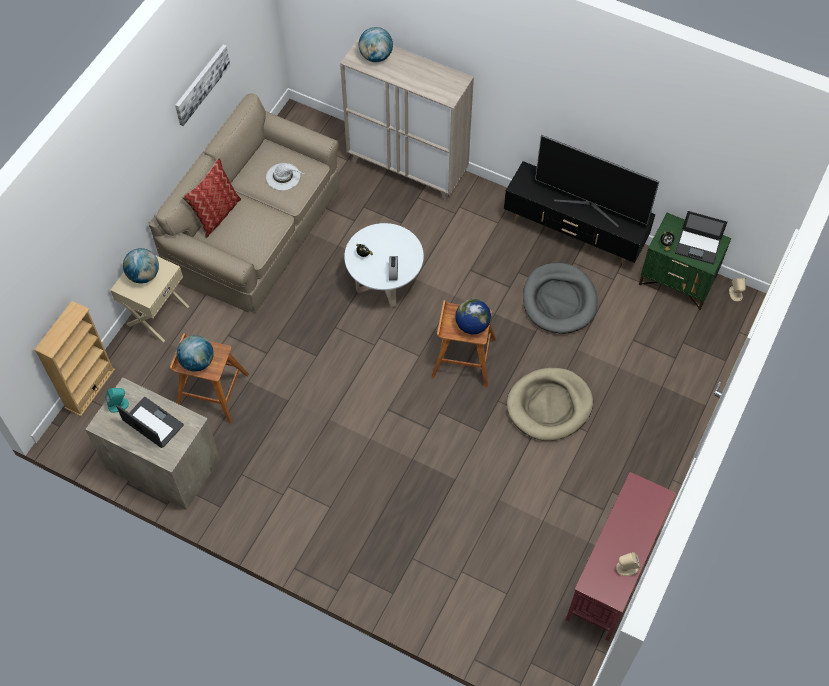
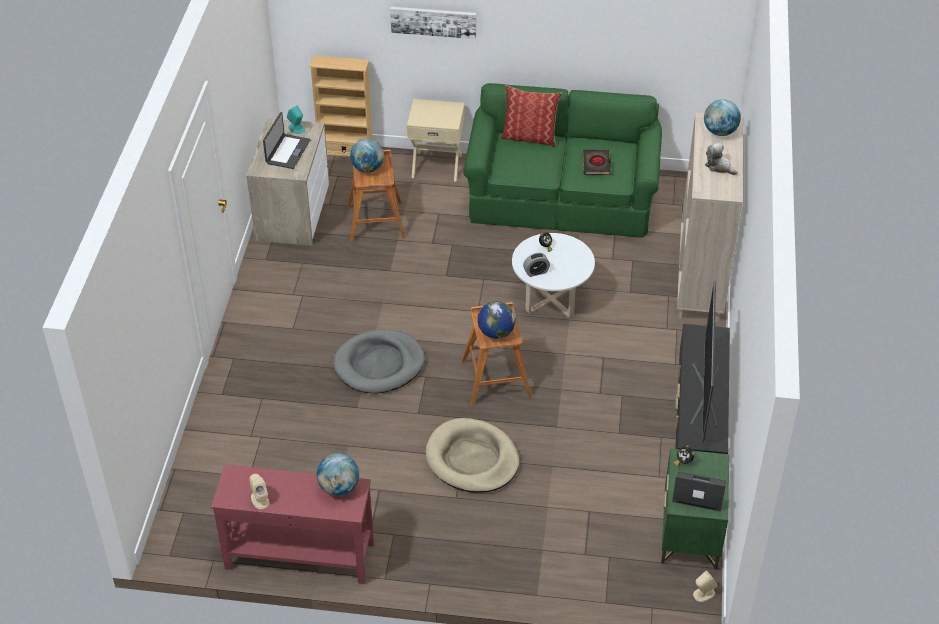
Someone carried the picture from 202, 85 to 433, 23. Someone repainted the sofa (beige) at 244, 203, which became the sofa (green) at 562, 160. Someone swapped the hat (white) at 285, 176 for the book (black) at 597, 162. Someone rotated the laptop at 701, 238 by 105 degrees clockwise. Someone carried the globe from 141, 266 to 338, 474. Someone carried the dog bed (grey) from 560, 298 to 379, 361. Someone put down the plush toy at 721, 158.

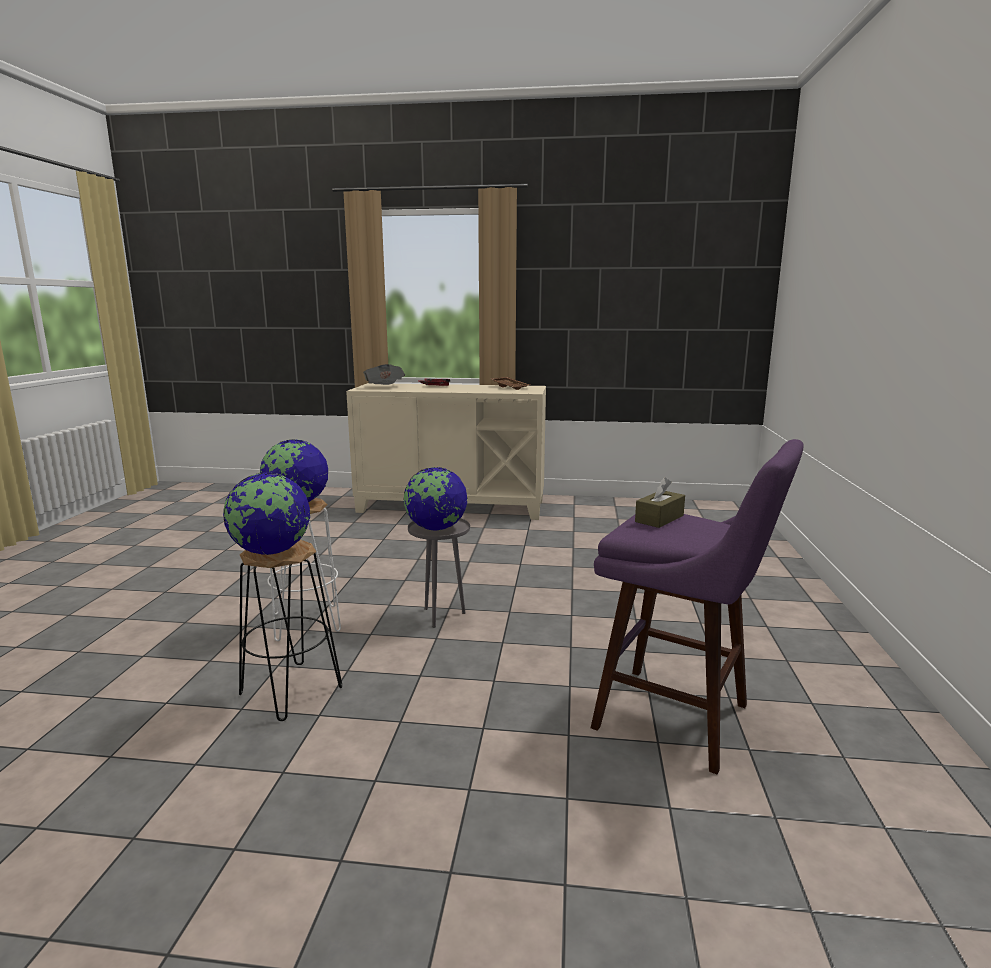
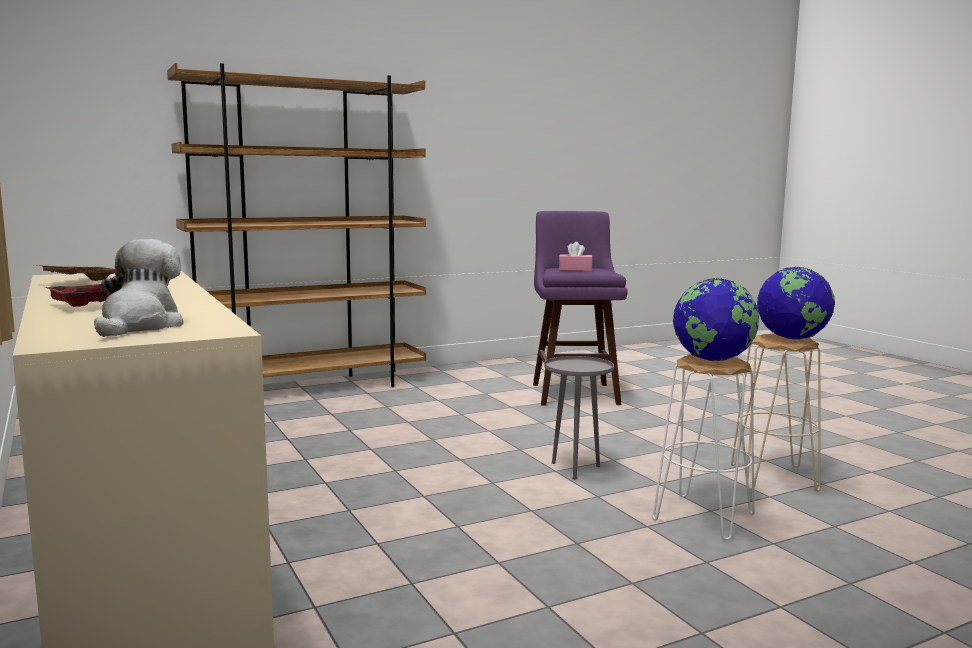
Someone swapped the newspaper at 384, 374 for the plush toy at 139, 288. Someone took away the globe at 435, 499. Someone repainted the tissue box (brown) at 660, 502, which became the tissue box (pink) at 575, 256. Someone repainted the stool (black) at 290, 630, which became the stool (beige) at 776, 413. Someone put down the bookcase (brown) at 296, 225.

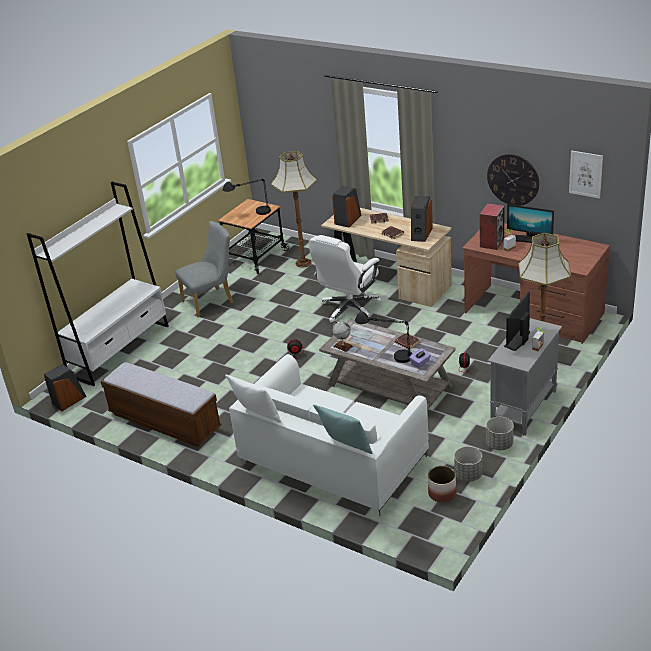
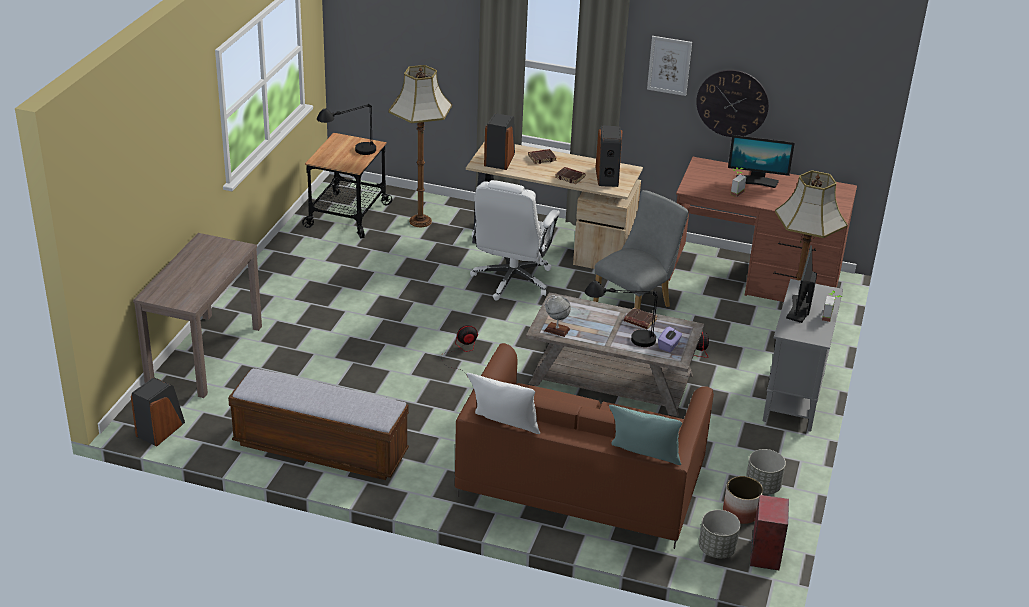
Someone carried the picture from 586, 175 to 669, 66. Someone swapped the bookcase (white) at 98, 284 for the console table (brown) at 197, 315. Someone carried the speaker from 492, 226 to 769, 532. Someone carried the chair (grey) from 204, 269 to 641, 249. Someone repainted the sofa (white) at 329, 435, which became the sofa (brown) at 584, 446. Someone carried the planter (grey) from 500, 433 to 720, 534.

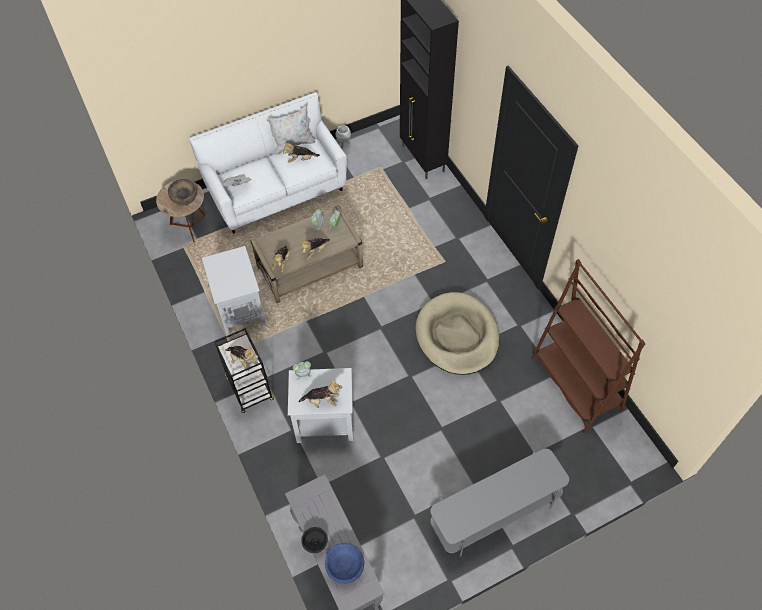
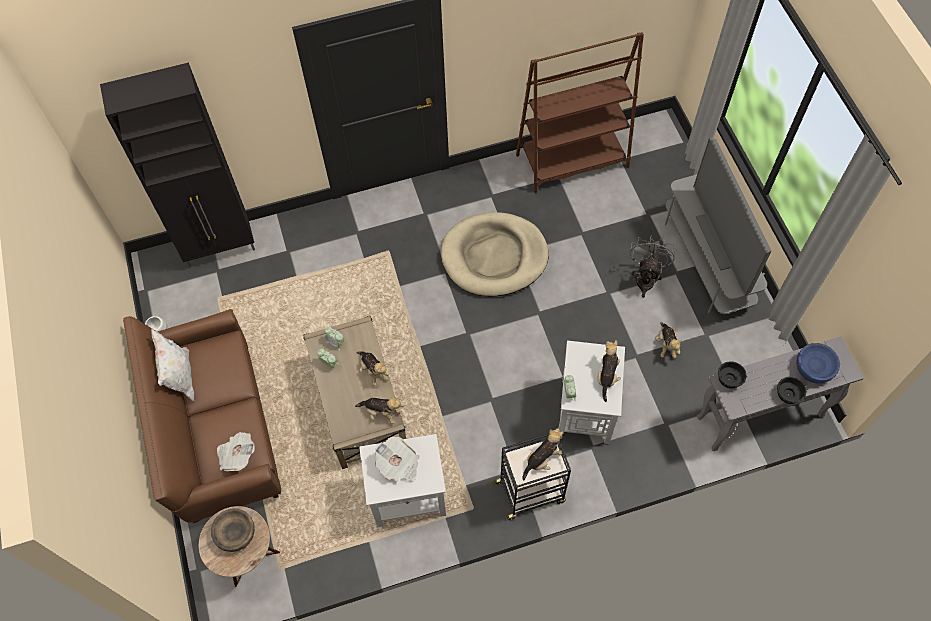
Someone repainted the sofa (white) at 268, 163, which became the sofa (brown) at 202, 416. Someone carried the plush toy from 301, 153 to 668, 340. Someone put down the television at 732, 217. Someone put down the fan (grey) at 652, 266. Someone put down the bowl (black) at 732, 375. Someone put down the newspaper at 397, 459.

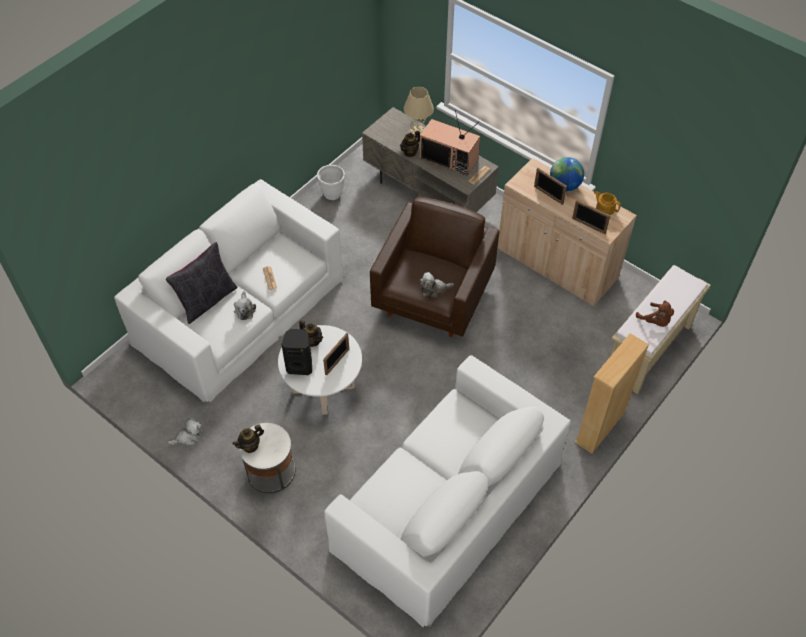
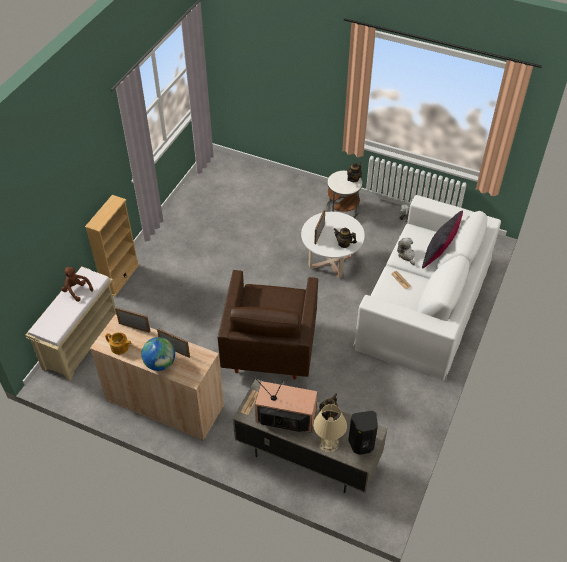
Someone took away the planter (white) at 331, 182. Someone took away the plush toy at 437, 285. Someone carried the speaker (black) from 296, 352 to 363, 433. Someone took away the sofa (white) at 447, 491.

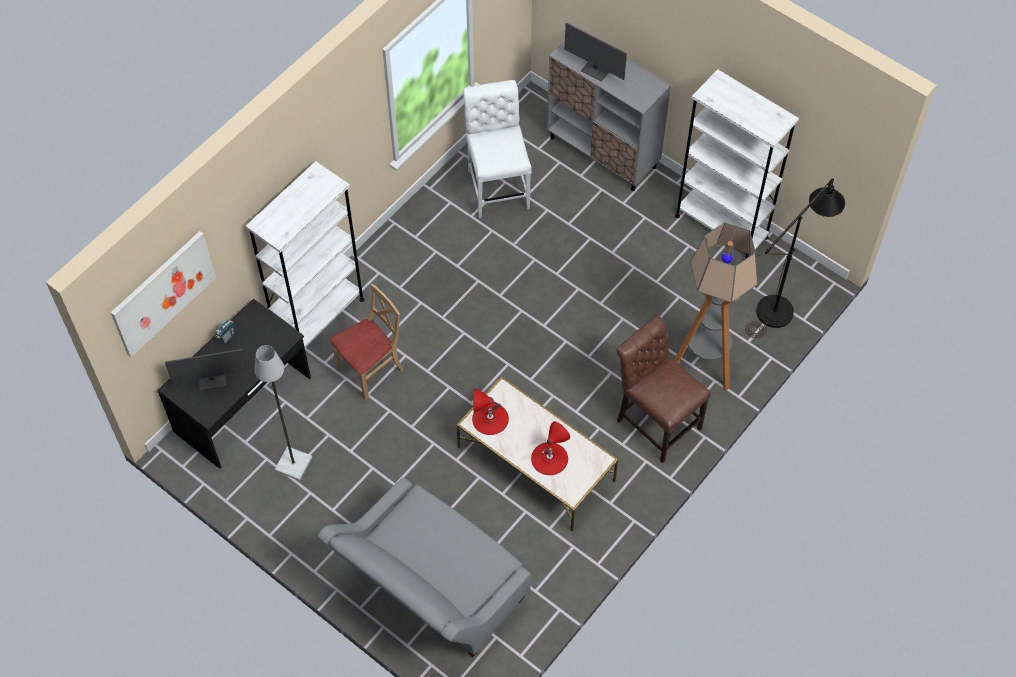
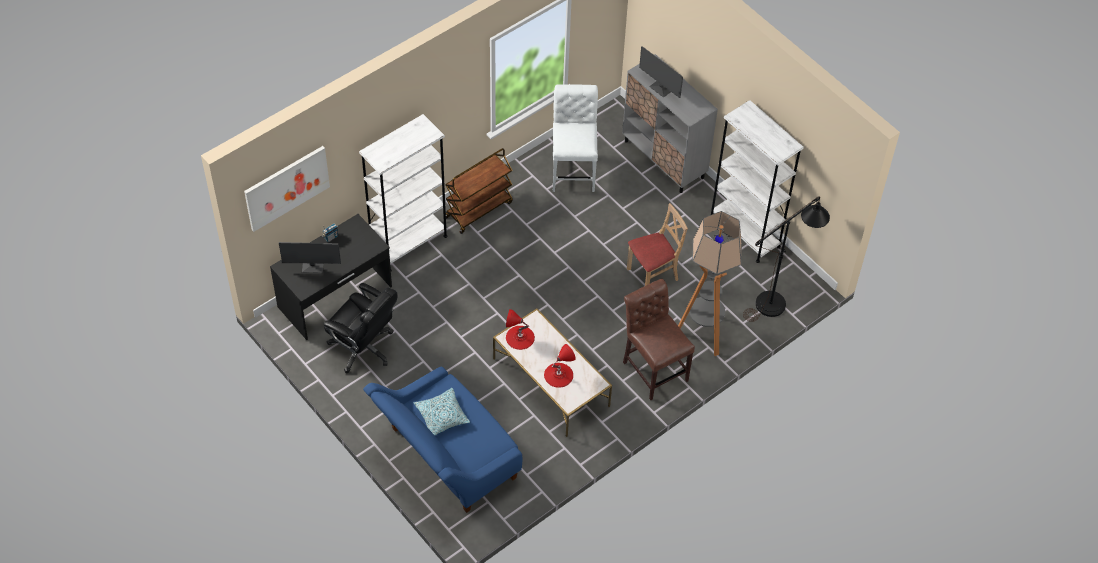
Someone carried the chair (beige) from 366, 342 to 657, 244. Someone swapped the floor lamp (grey) at 283, 413 for the office chair (black) at 360, 328. Someone repainted the sofa (grey) at 424, 567, which became the sofa (blue) at 442, 440. Someone put down the cart (brown) at 479, 191. Someone put down the pillow at 442, 412.

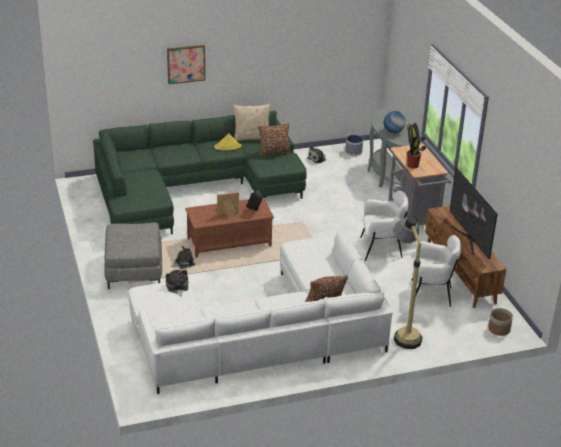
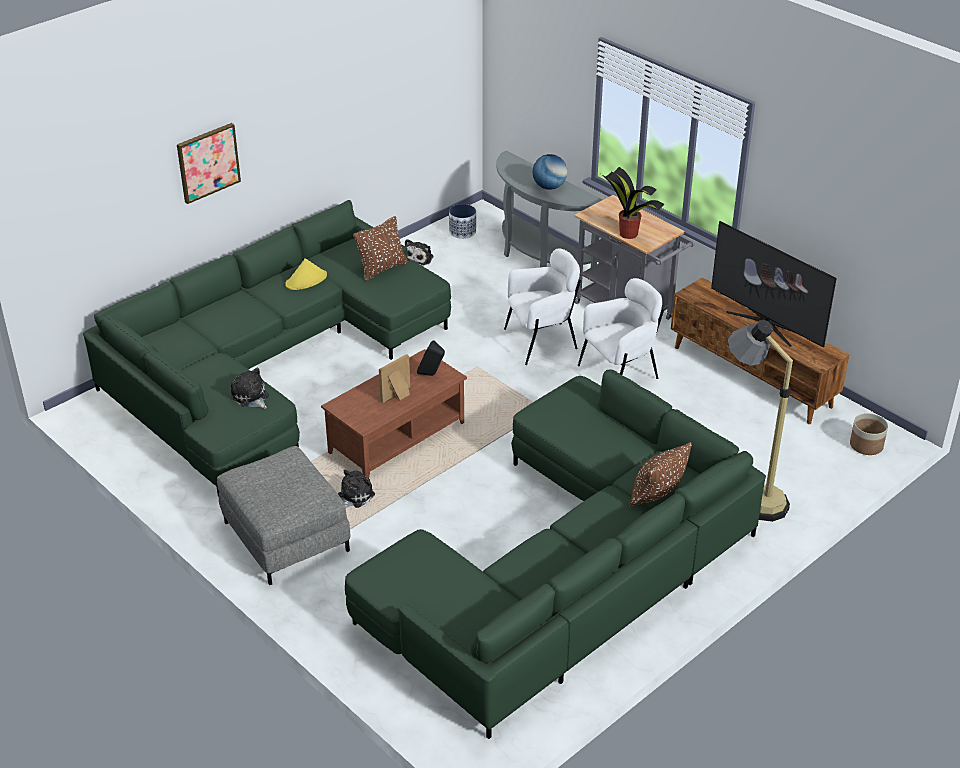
Someone took away the pillow (beige) at 251, 122. Someone repainted the sofa (white) at 261, 312, which became the sofa (green) at 555, 554. Someone carried the armchair (white) from 436, 271 to 542, 306. Someone carried the plush toy from 177, 283 to 250, 388.

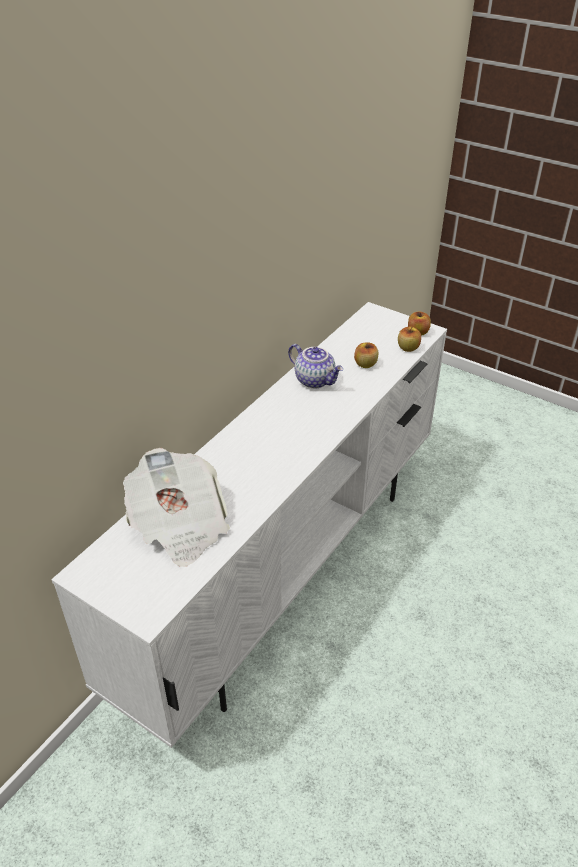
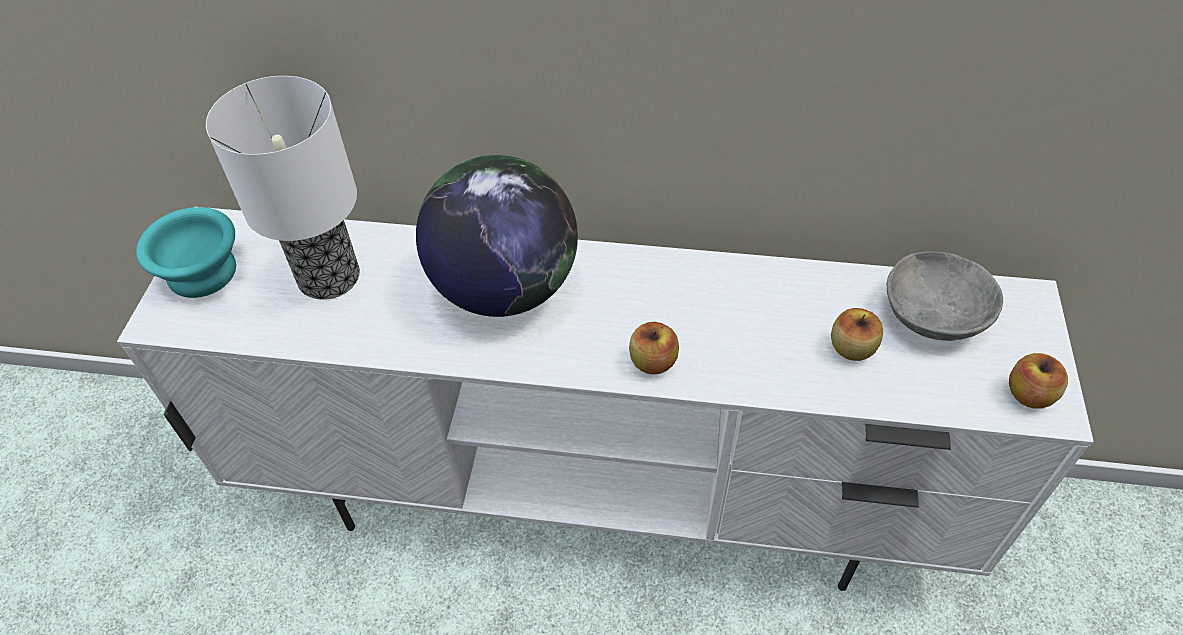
Someone carried the apple from 409, 339 to 654, 348. Someone took away the teapot at 315, 366. Someone swapped the newspaper at 176, 507 for the table lamp at 283, 188. Someone put down the globe at 497, 236. Someone put down the bowl (turquoise) at 186, 252. Someone put down the bowl (grey) at 945, 296.

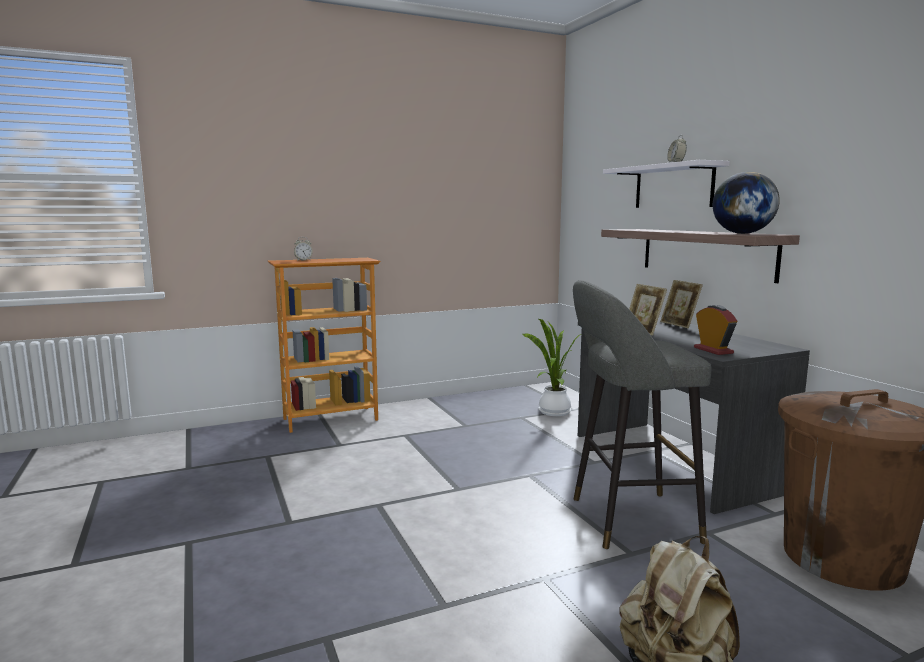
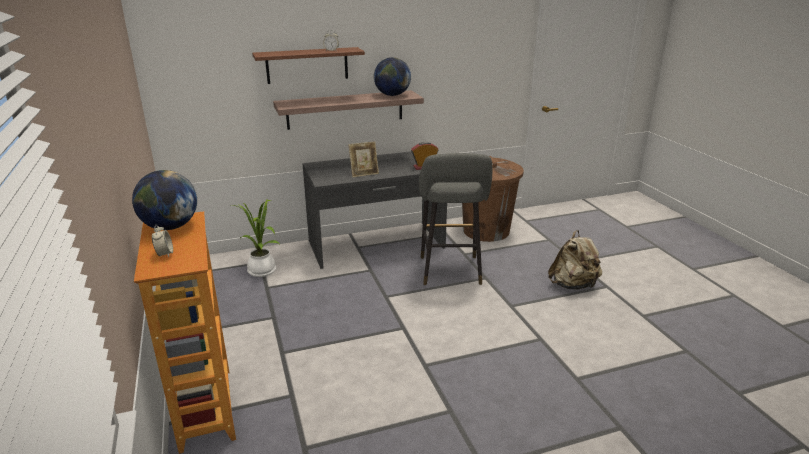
Someone repainted the shelf (white) at 666, 184, which became the shelf (brown) at 308, 65. Someone took away the picture frame at 681, 304. Someone put down the globe at 164, 200.

